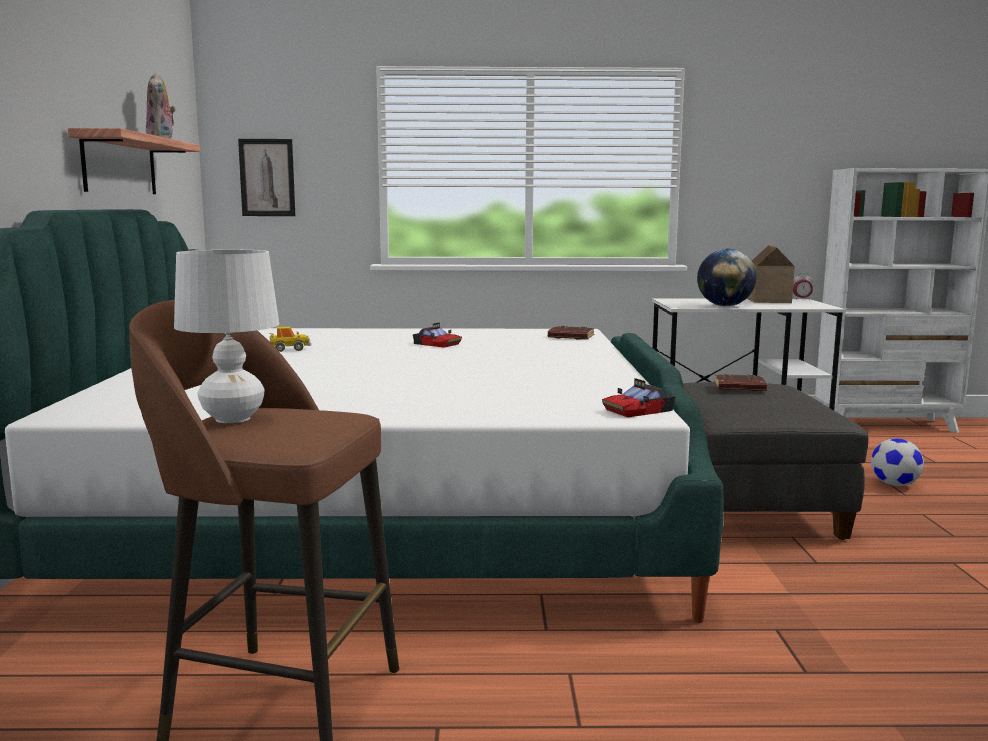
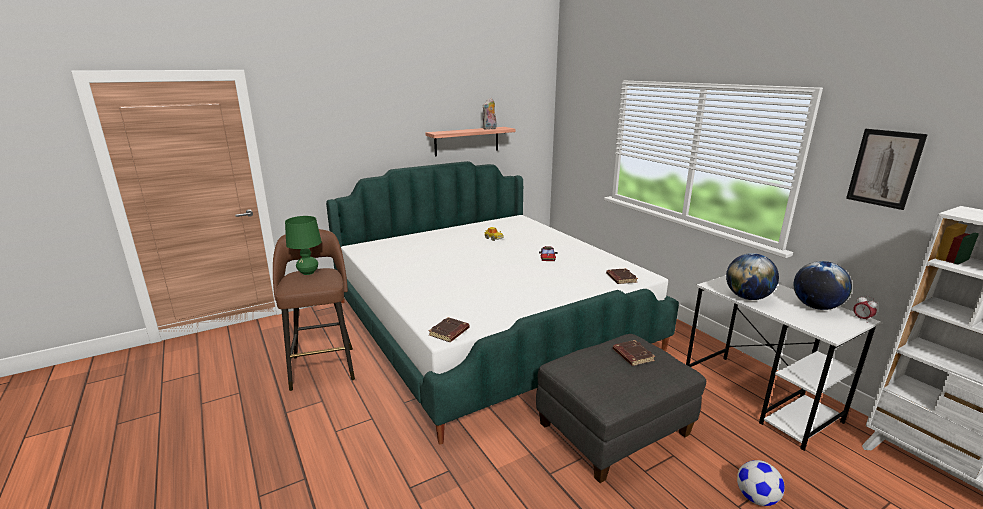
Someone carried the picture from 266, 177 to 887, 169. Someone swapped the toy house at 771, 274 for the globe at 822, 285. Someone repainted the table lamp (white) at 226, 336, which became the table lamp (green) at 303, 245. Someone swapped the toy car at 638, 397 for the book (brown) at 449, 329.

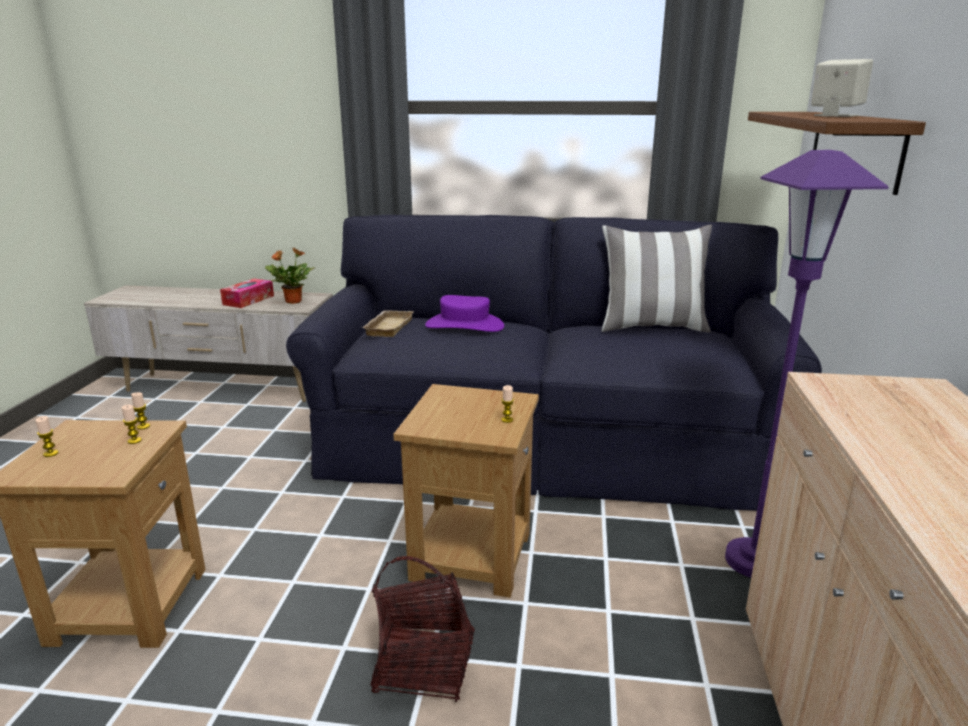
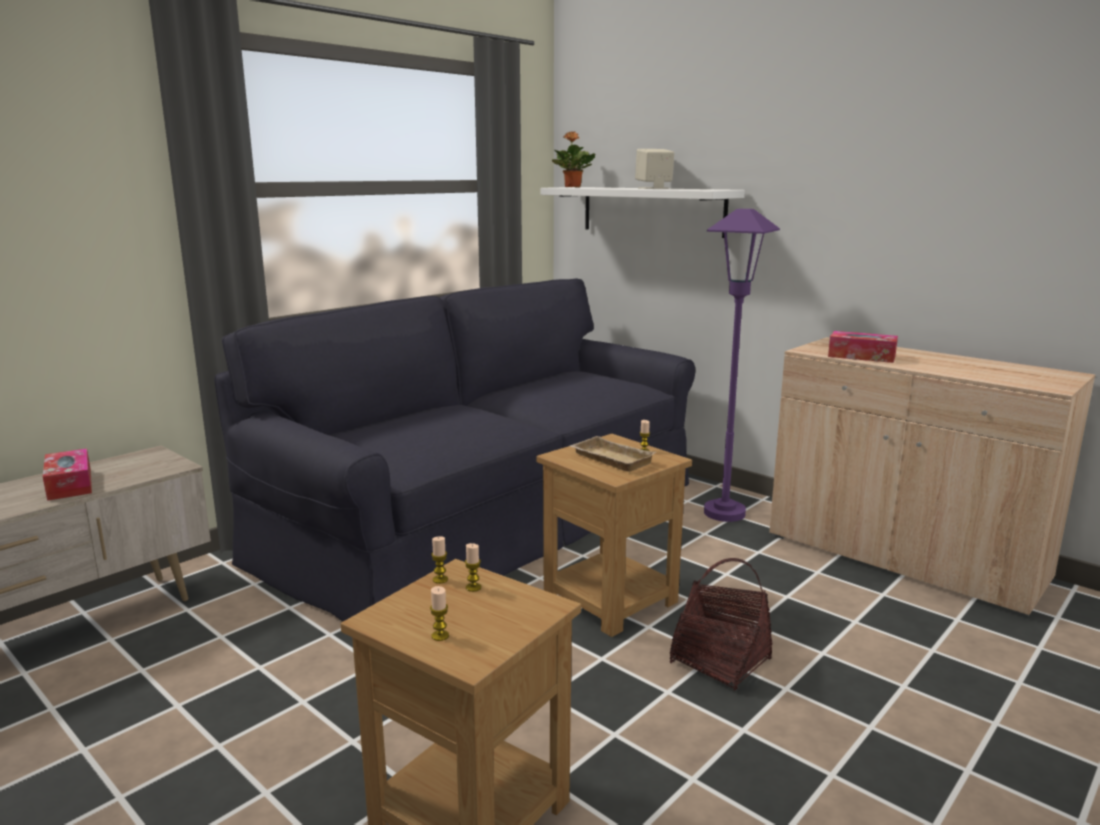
Someone repainted the shelf (brown) at 837, 153, which became the shelf (white) at 643, 212. Someone took away the pillow at 657, 278. Someone carried the potted plant from 290, 276 to 574, 159. Someone took away the hat (purple) at 464, 313. Someone carried the tray (beige) from 388, 323 to 613, 454. Someone put down the tissue box at 863, 347.

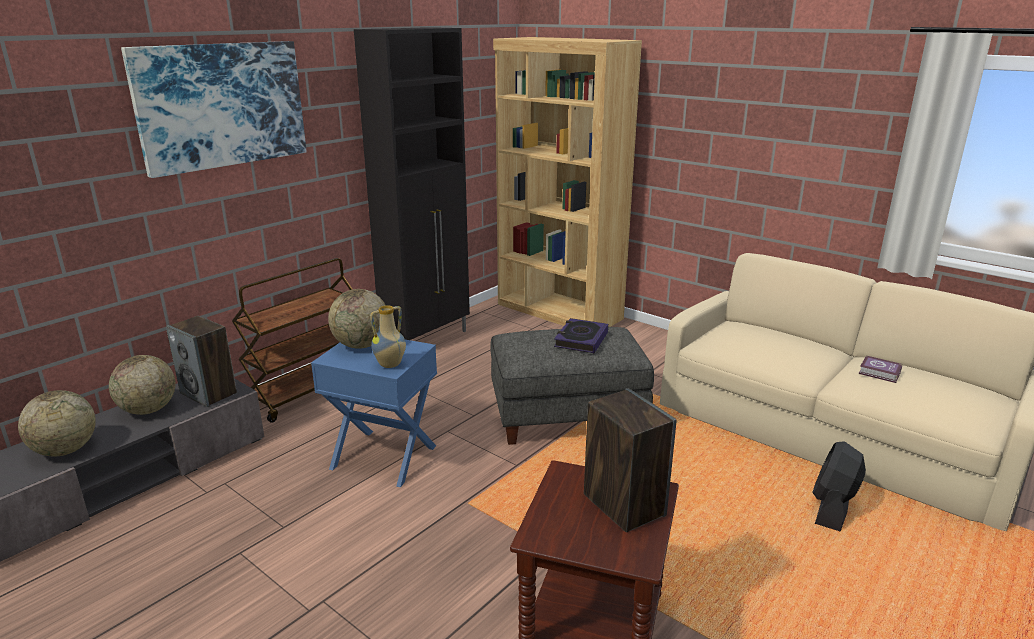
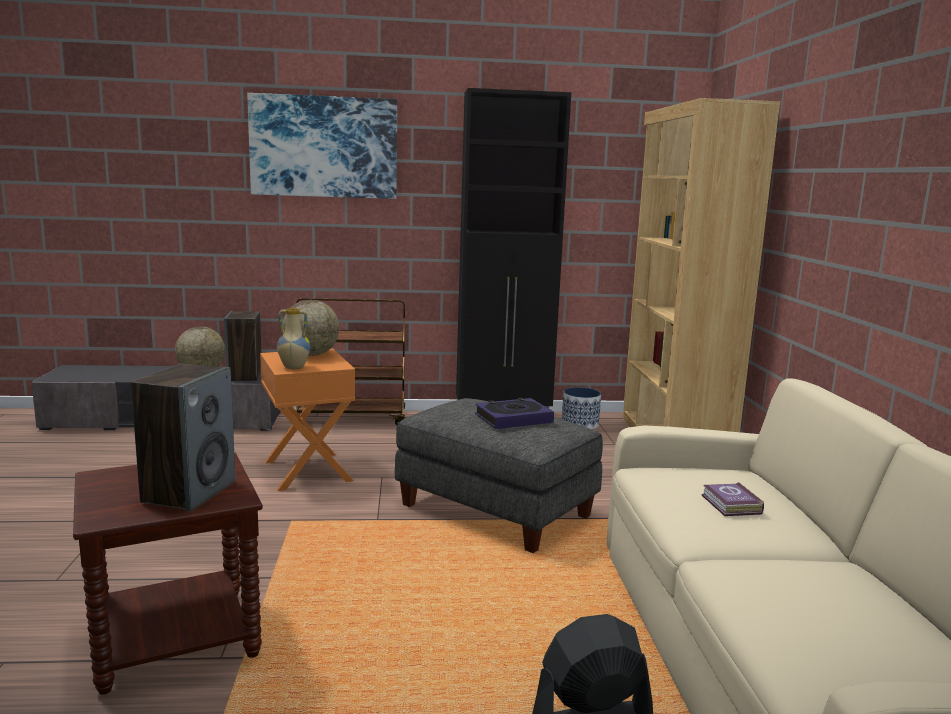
Someone repainted the side table (blue) at 374, 413, which became the side table (orange) at 307, 420. Someone carried the book from 881, 369 to 733, 499. Someone took away the globe at 57, 423. Someone put down the planter at 581, 408.

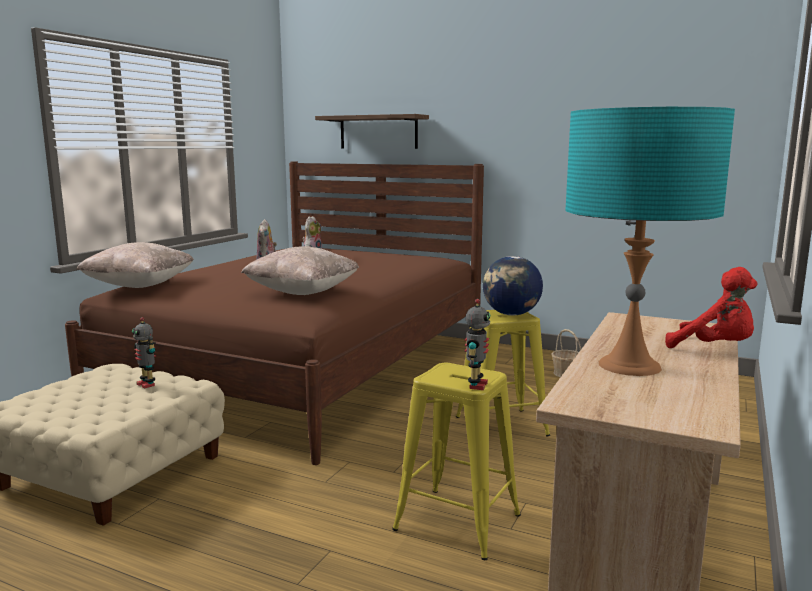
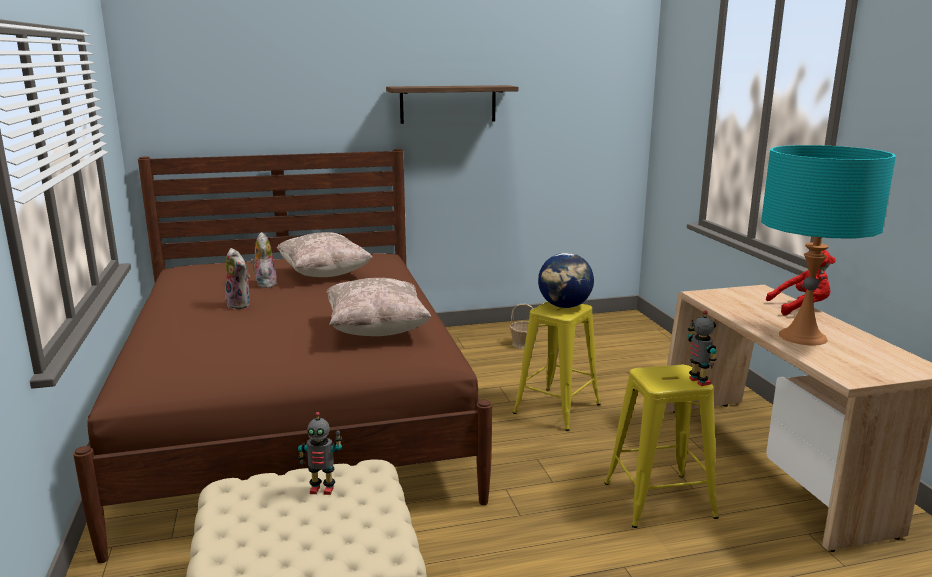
Someone carried the shelf from 372, 131 to 452, 104. Someone carried the pillow (beige) from 135, 265 to 325, 254.

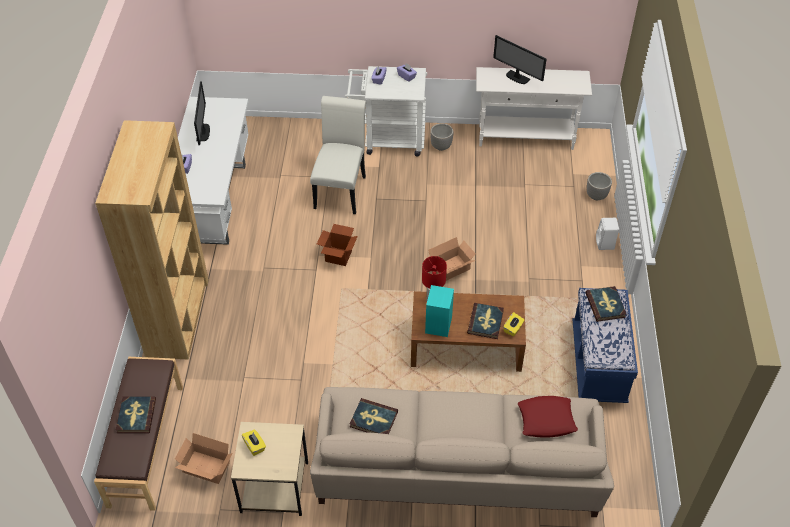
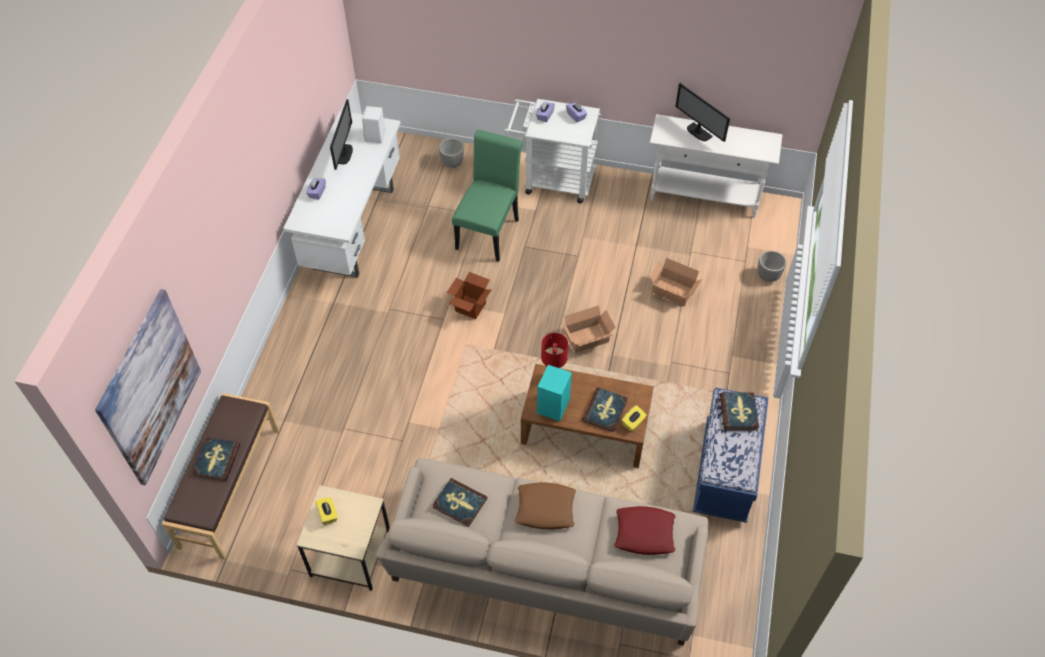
Someone repainted the chair (white) at 338, 155, which became the chair (green) at 487, 196. Someone took away the bookcase (brown) at 152, 240. Someone carried the planter from 441, 137 to 451, 153. Someone carried the speaker (white) from 607, 234 to 374, 124. Someone carried the cardboard box from 204, 458 to 676, 282. Someone put up the picture at 148, 387. Someone put down the pillow (brown) at 545, 505.

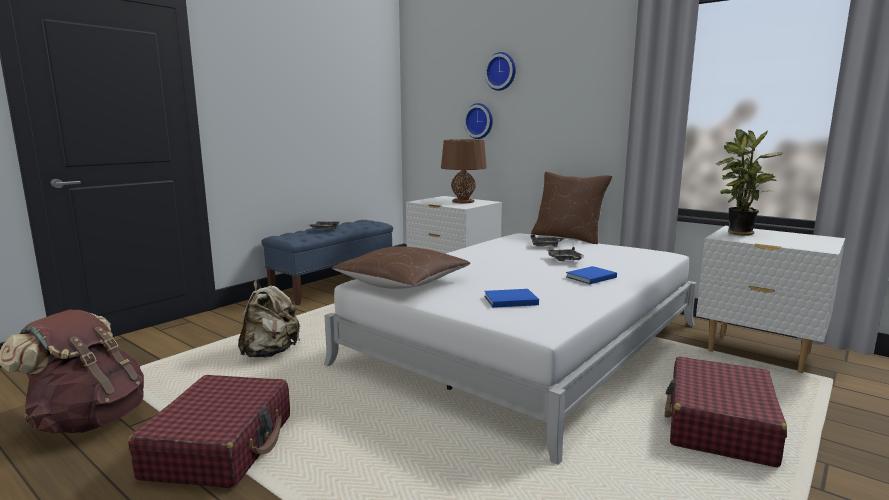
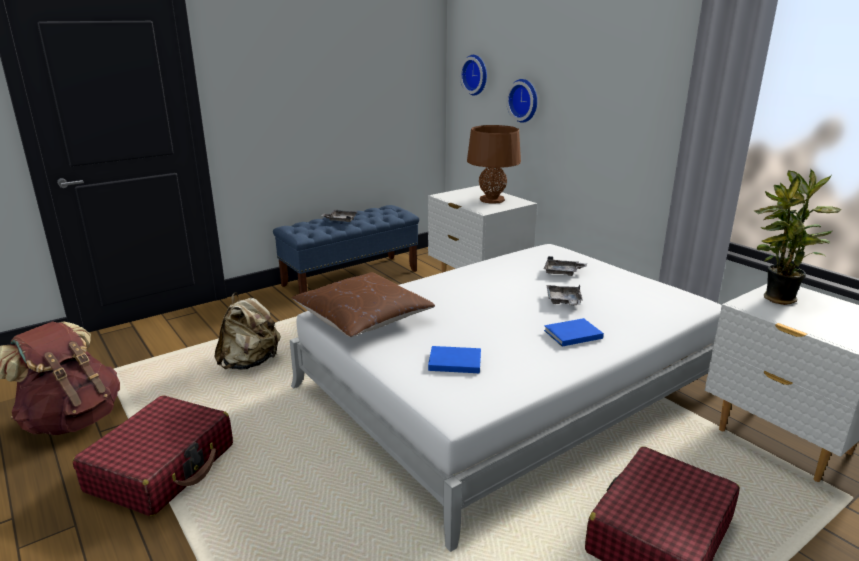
Someone carried the wall clock from 500, 71 to 473, 75. Someone took away the pillow (brown) at 571, 208.

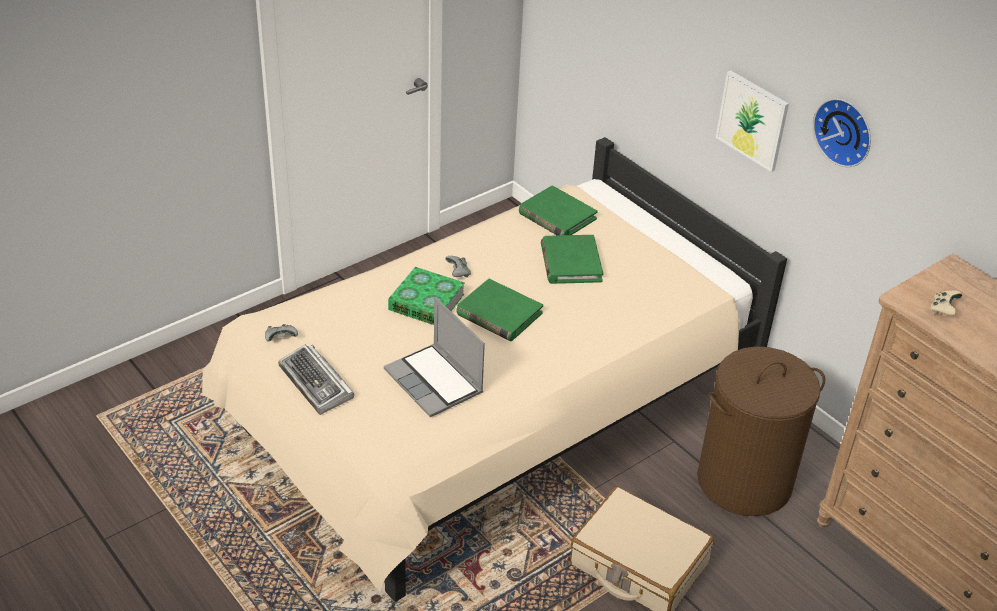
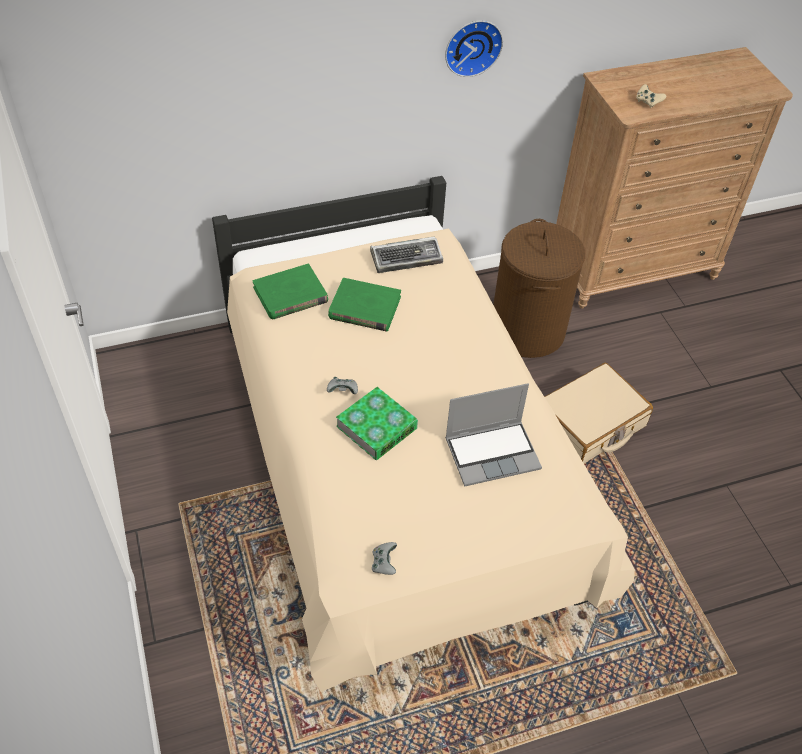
Someone took away the picture at 752, 121. Someone took away the book (green) at 499, 310. Someone carried the keyboard from 316, 380 to 406, 255.

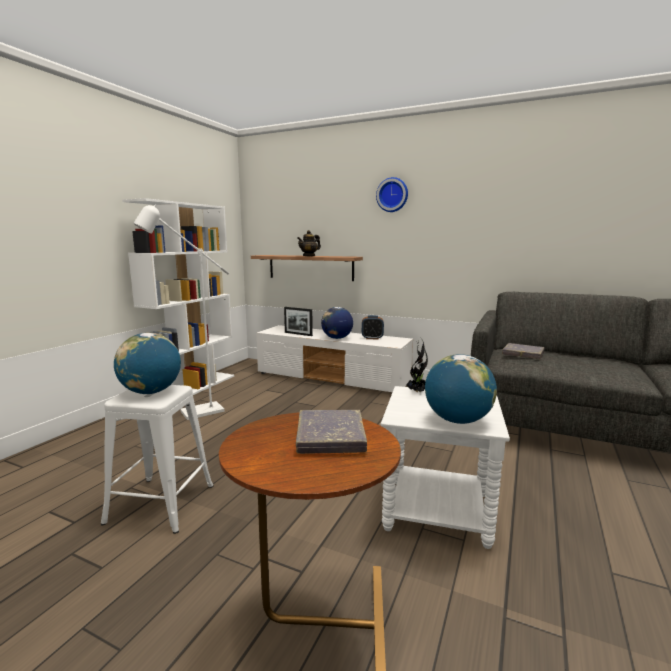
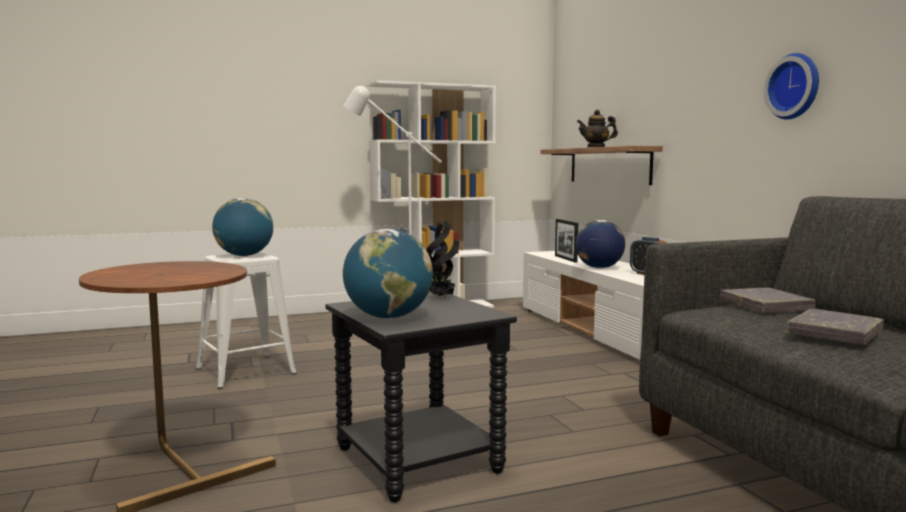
Someone carried the wall clock from 392, 194 to 791, 86. Someone repainted the side table (white) at 445, 467, which became the side table (black) at 421, 397. Someone carried the book (grey) from 331, 432 to 835, 327.

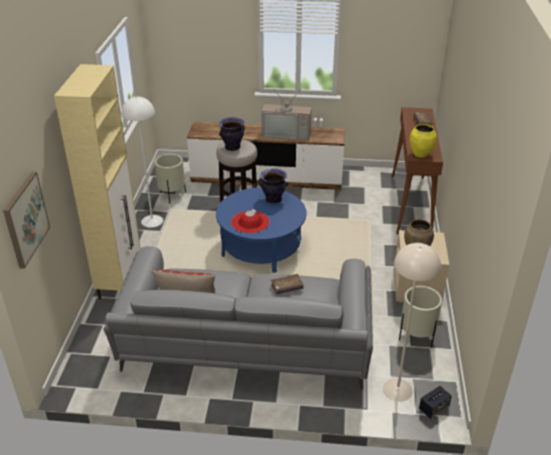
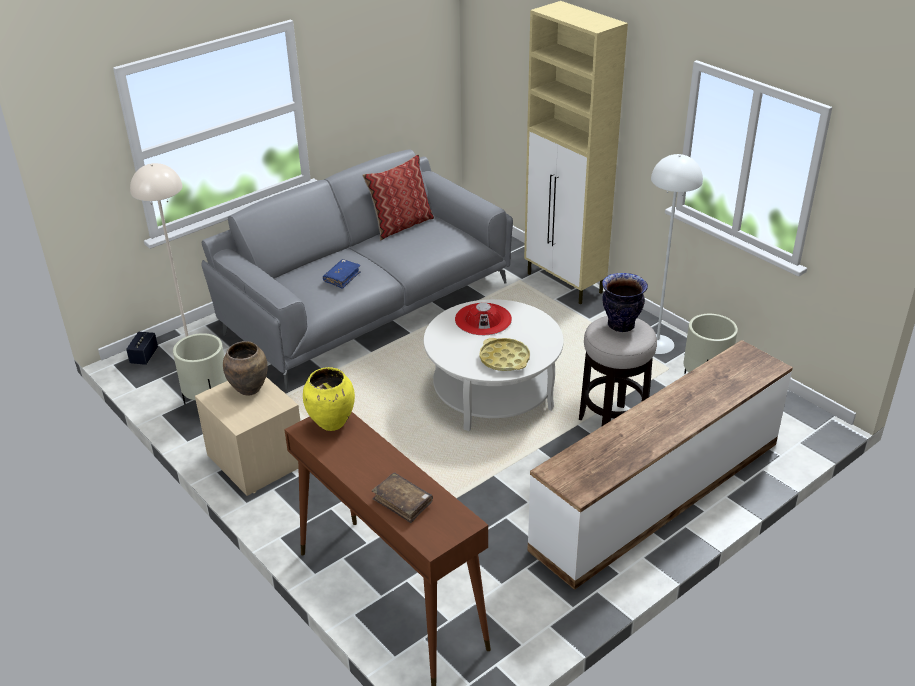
Someone took away the television at 286, 112. Someone swapped the vase at 274, 186 for the tray (yellow) at 504, 354. Someone took away the picture at 26, 220. Someone repainted the coffee table (blue) at 261, 230, which became the coffee table (white) at 494, 365. Someone repainted the book (brown) at 287, 284, which became the book (blue) at 342, 274.

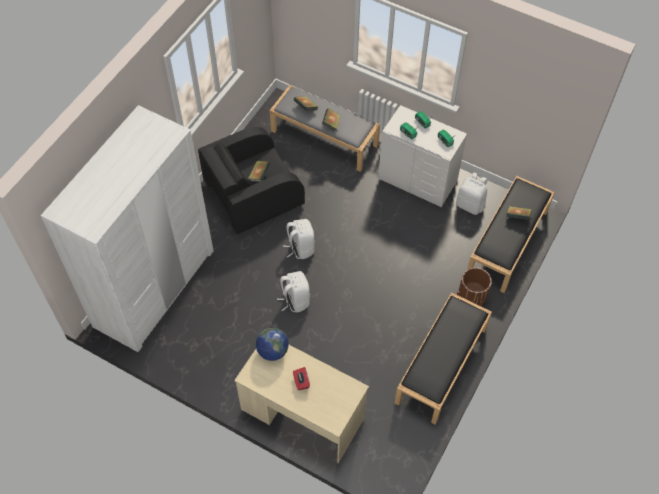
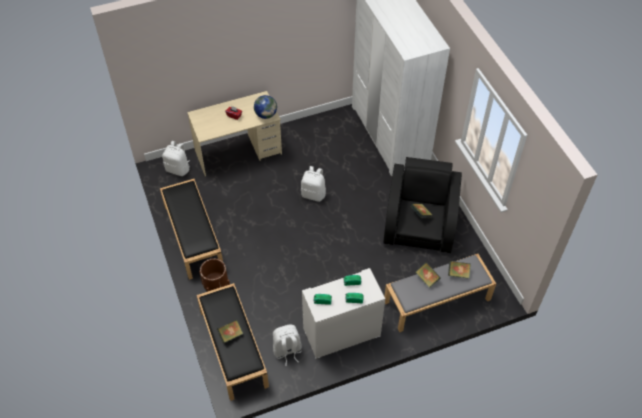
Someone carried the backpack (white) from 299, 239 to 176, 158.

